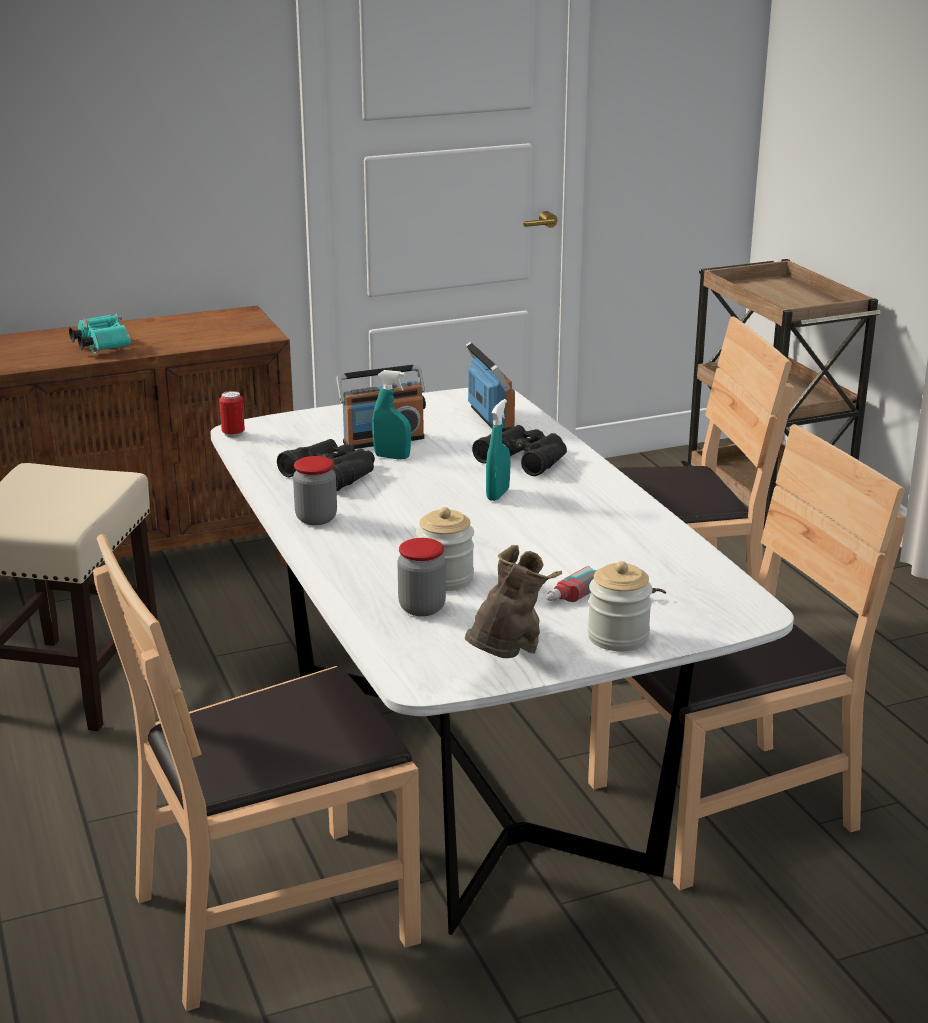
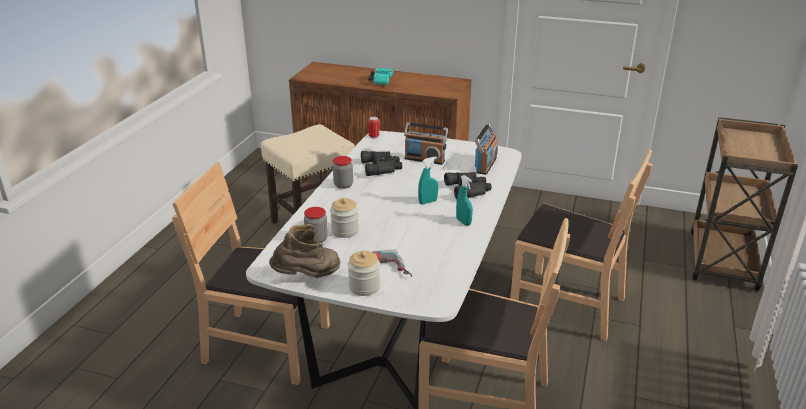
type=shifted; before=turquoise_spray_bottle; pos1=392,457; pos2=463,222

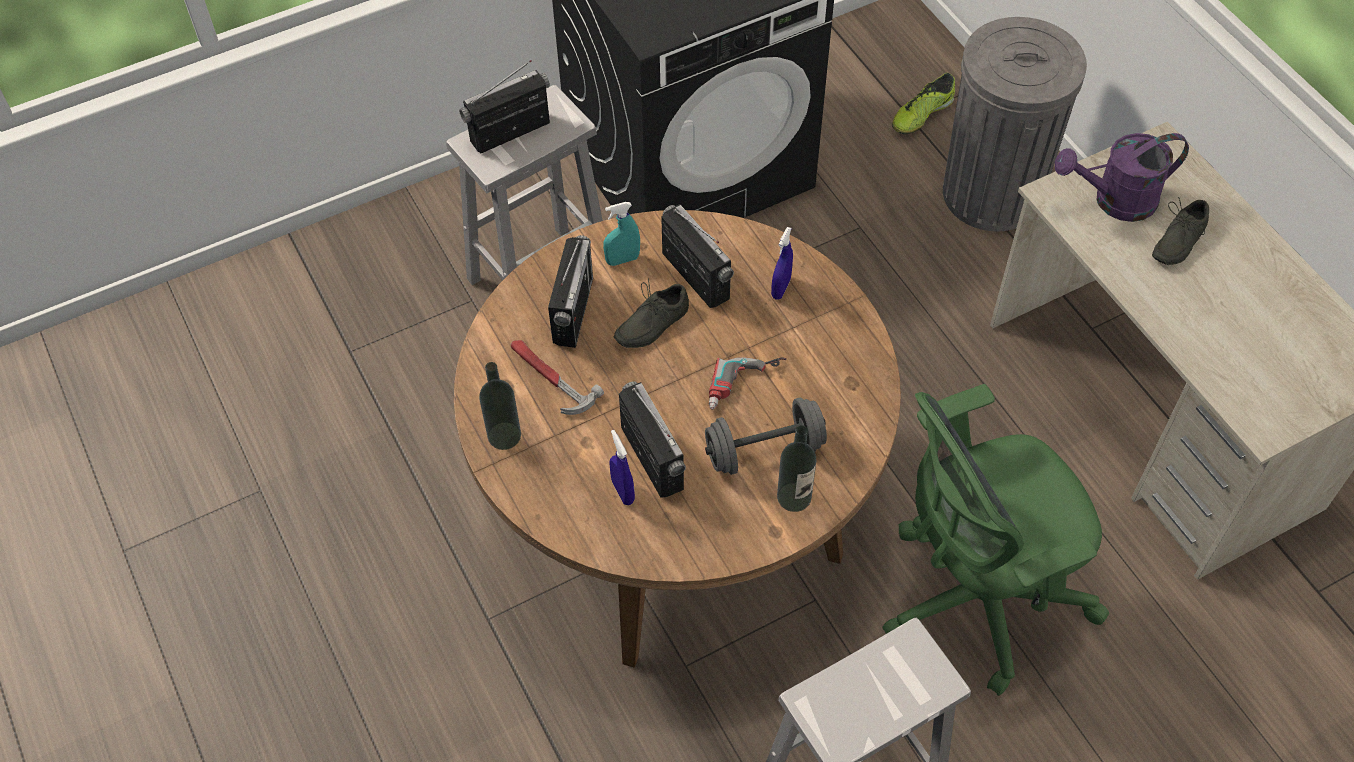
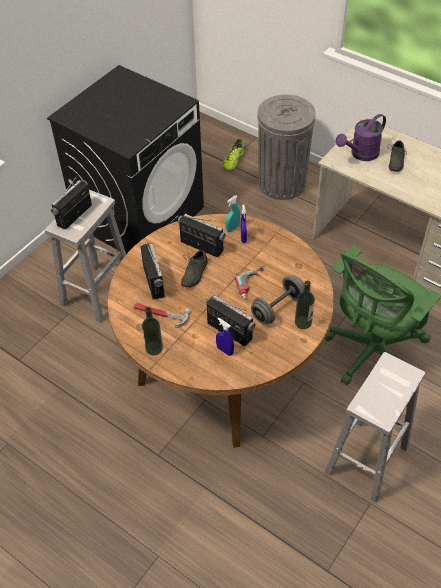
type=shifted; before=turquoise_spray_bottle; pos1=622,260; pos2=232,228

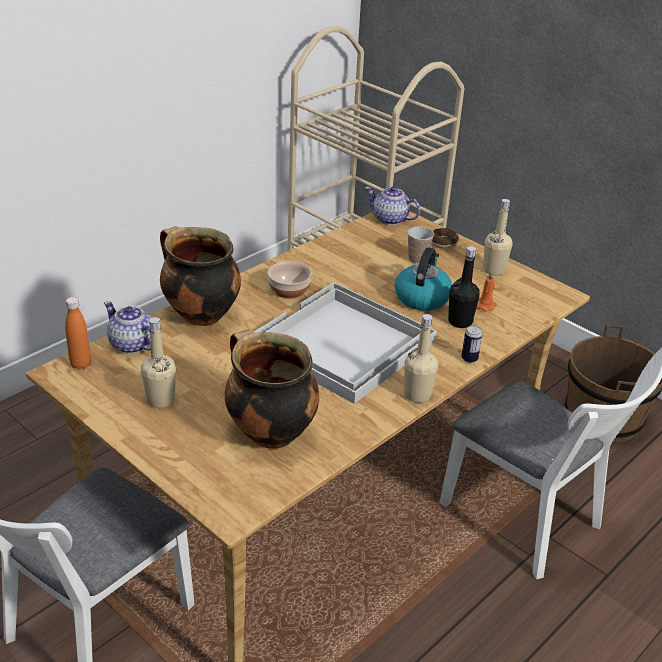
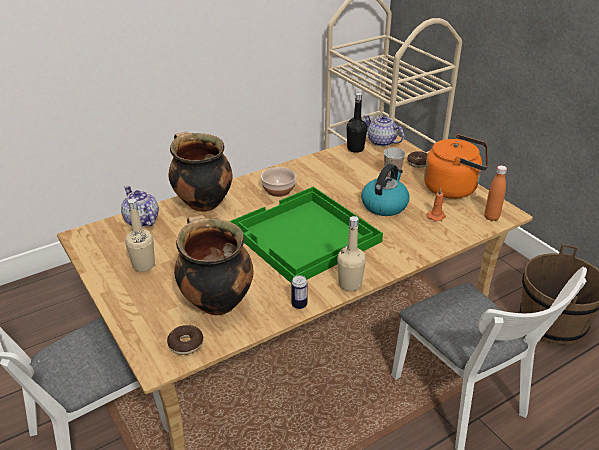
type=new; after=donut; pos2=186,344
type=repainted; before=white_tray; after=green_tray; pos1=343,344; pos2=304,237
type=shifted; before=can; pos1=469,359; pos2=299,305
type=shifted; before=black_bottle; pos1=460,322; pos2=355,149
type=swapped; before=beige_bottle; after=orange_kettle; pos1=493,270; pos2=454,188
type=shifted; before=orange_bottle; pos1=80,364; pos2=491,217

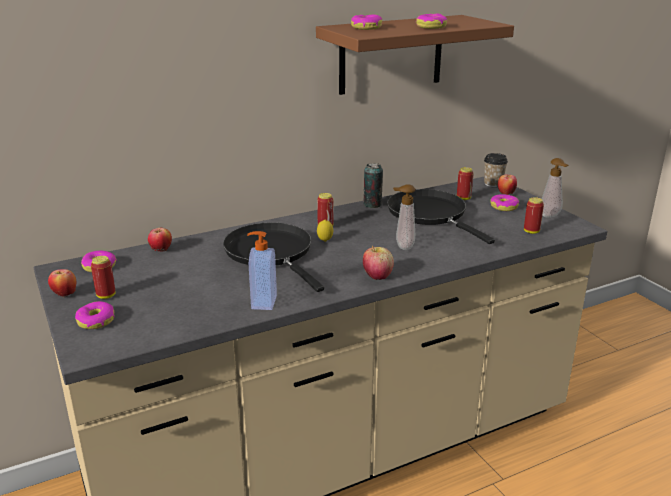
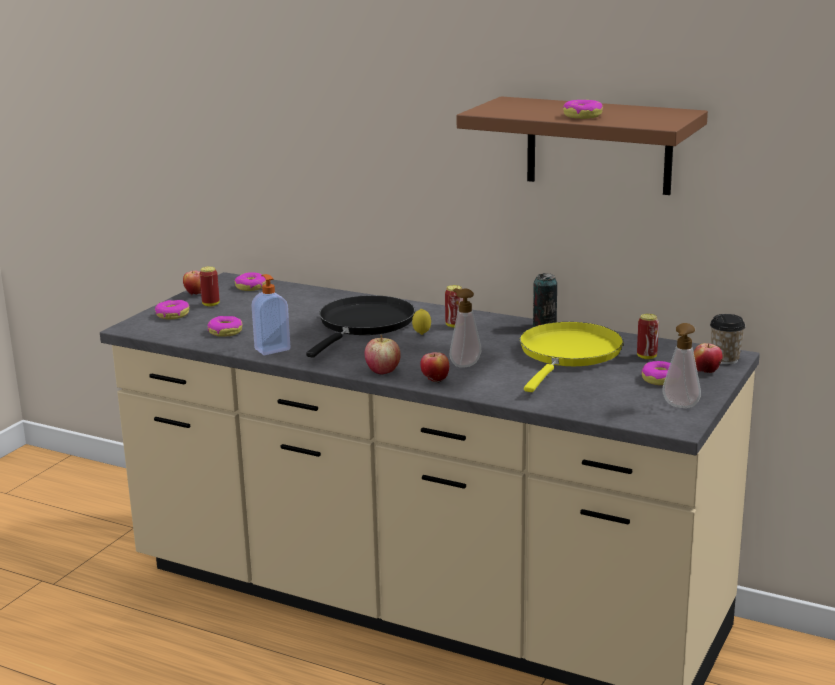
type=shifted; before=donut; pos1=366,27; pos2=225,332
type=shifted; before=apple; pos1=161,251; pos2=435,381
type=repainted; before=black_frying_pan; after=yellow_frying_pan; pos1=430,214; pos2=568,354
type=gone; before=can; pos1=531,231

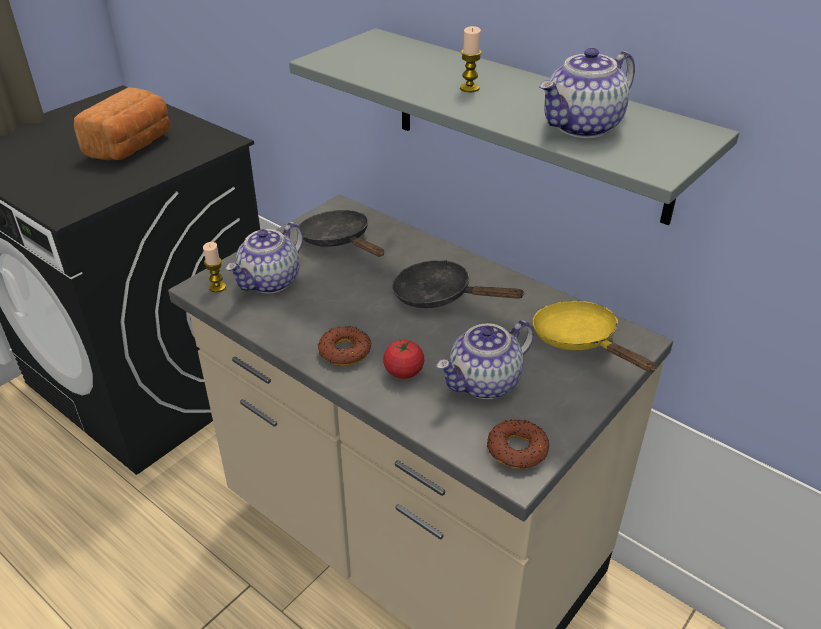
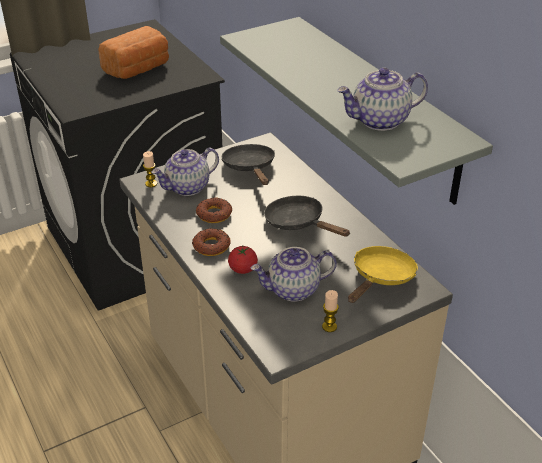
type=shifted; before=donut; pos1=517,449; pos2=214,214
type=shifted; before=candle; pos1=469,88; pos2=329,327
type=rotated; before=yellow_frying_pan; pos1=580,341; pos2=381,278; turn=45

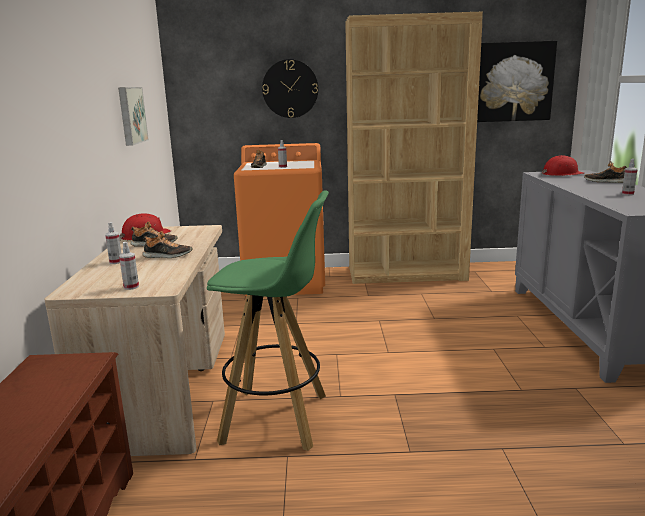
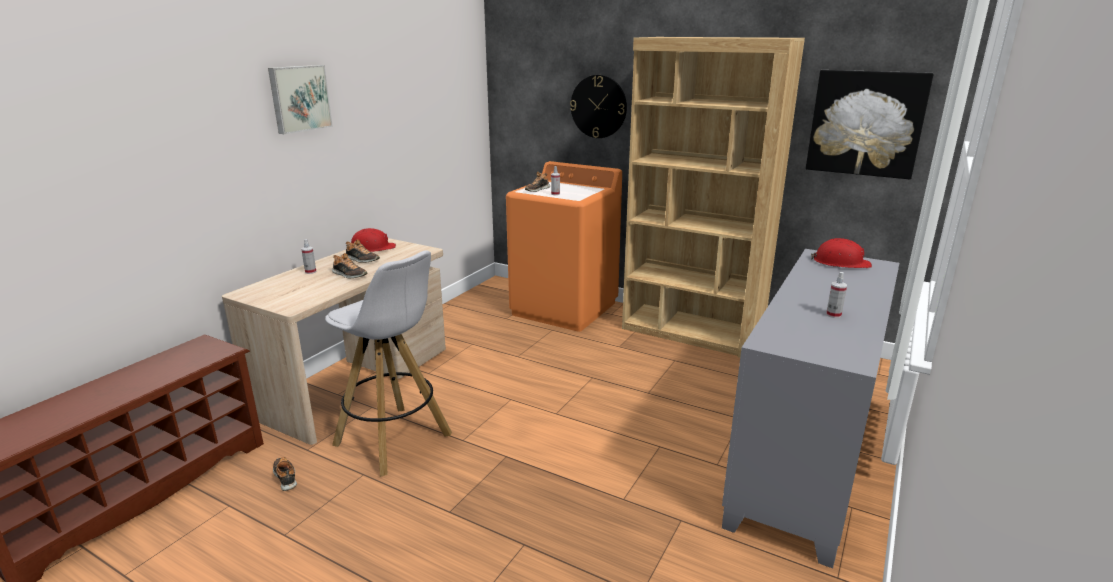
type=shifted; before=picture; pos1=131,115; pos2=299,98
type=shifted; before=shoe; pos1=605,181; pos2=286,477
type=repainted; before=green_stool; after=white_stool; pos1=277,418; pos2=394,440
type=gone; before=spray_bottle; pos1=131,287

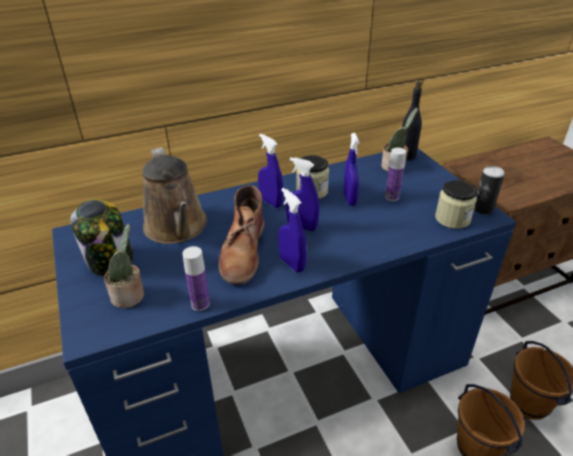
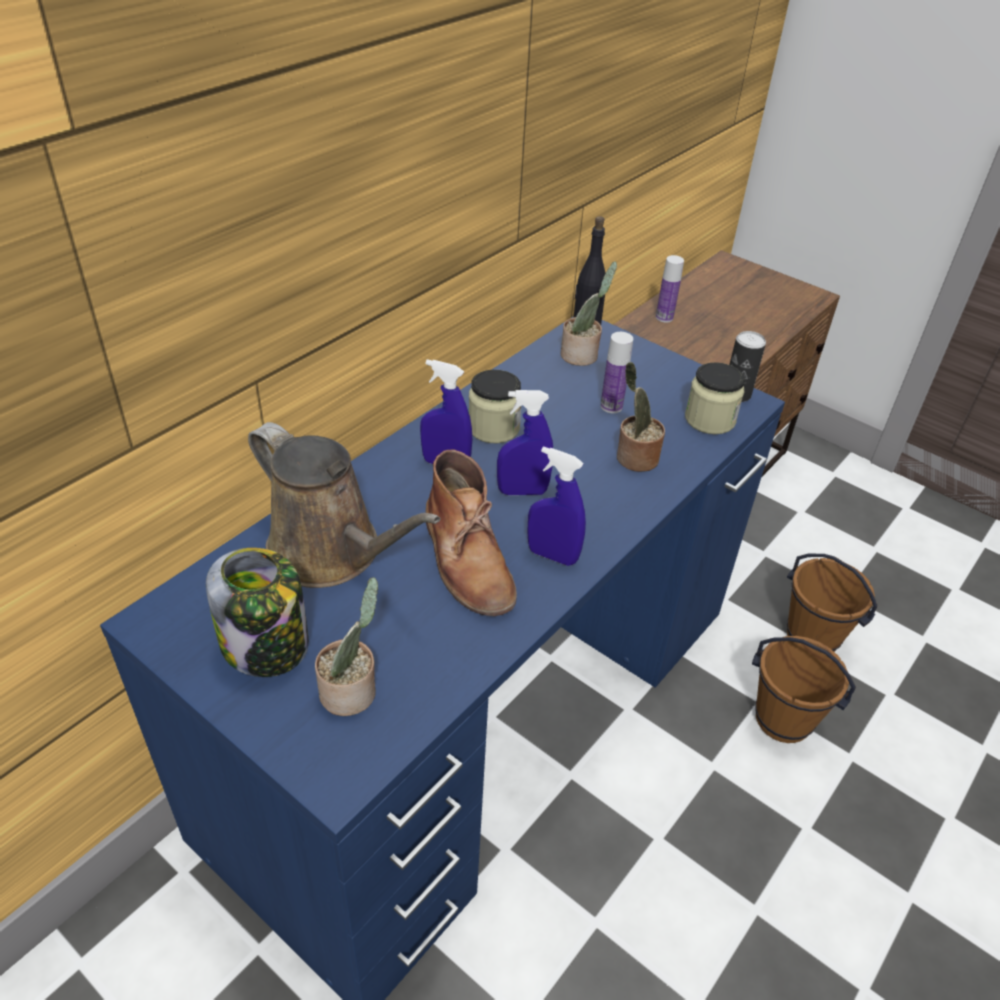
type=new; after=potted_plant; pos2=634,458
type=shifted; before=bottle; pos1=200,304; pos2=664,317
type=gone; before=blue_spray_bottle; pos1=349,199

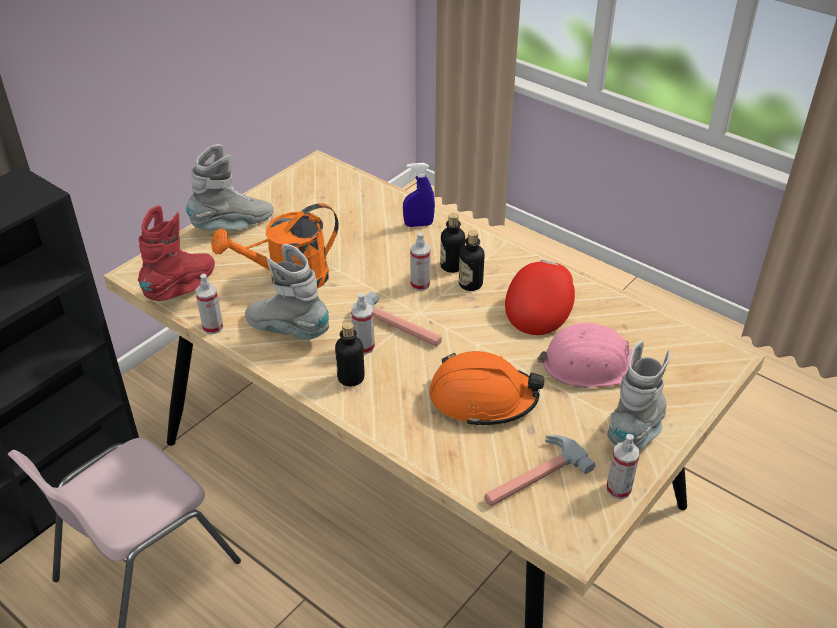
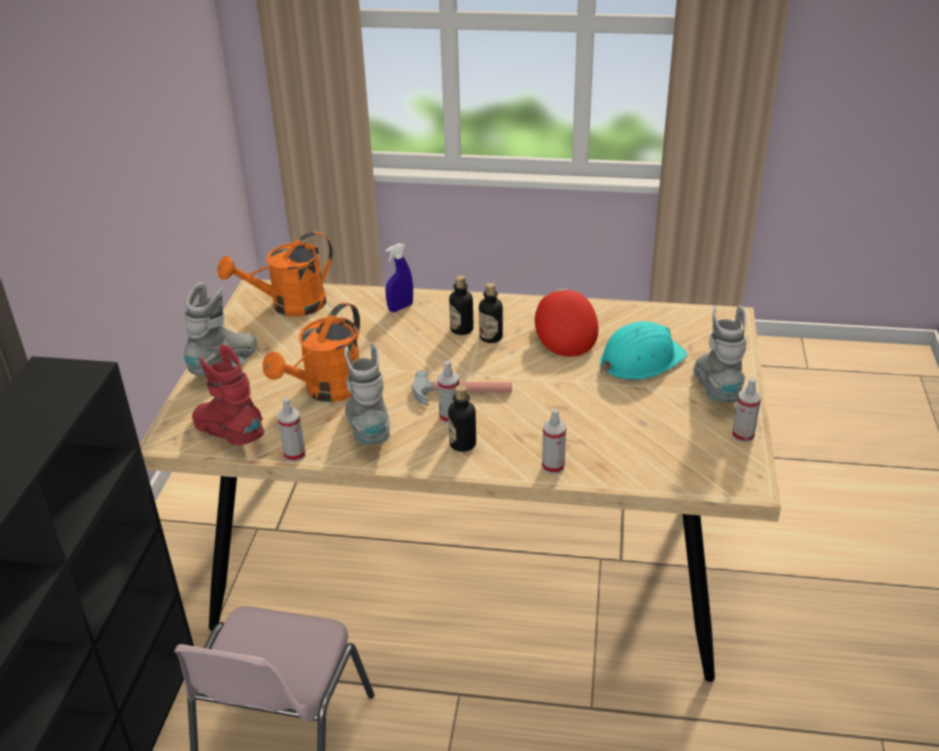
type=rotated; before=red_boot; pos1=183,288; pos2=230,435; turn=-45
type=new; after=orange_watering_can; pos2=289,306
type=rotated; before=grey_boot; pos1=288,330; pos2=369,430; turn=75
type=shifted; before=spray_bottle; pos1=420,284; pos2=553,467
type=repainted; before=pink_hard_hat; after=turquoise_hard_hat; pos1=590,364; pos2=640,360
type=gone; before=orange_hard_hat; pos1=483,398
type=gone; before=hammer; pos1=532,476

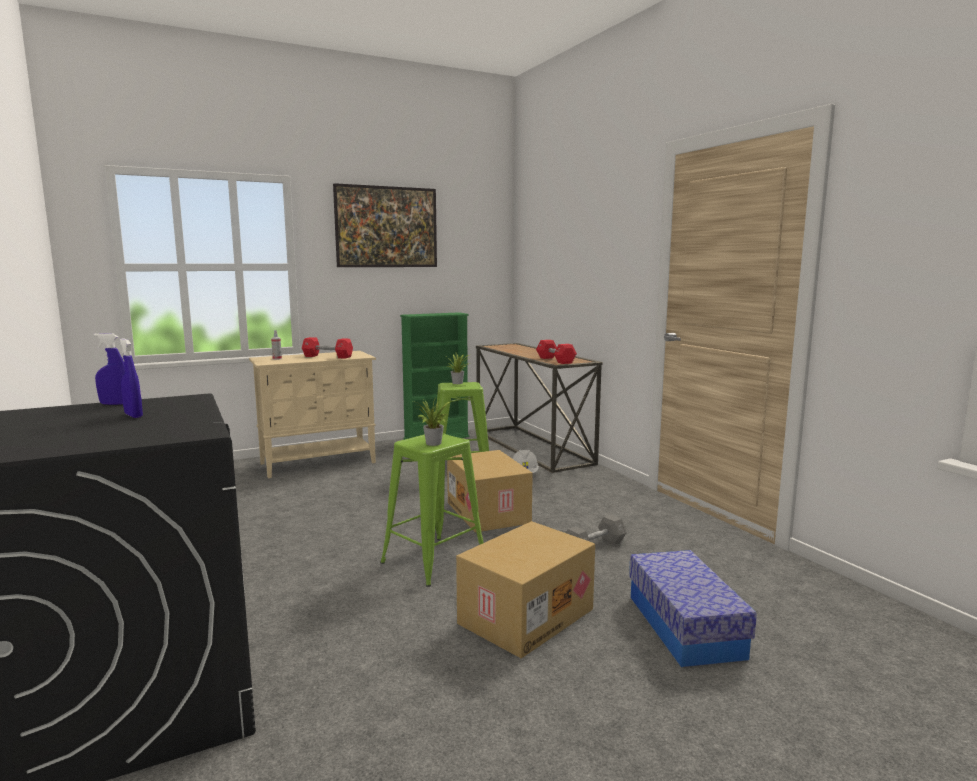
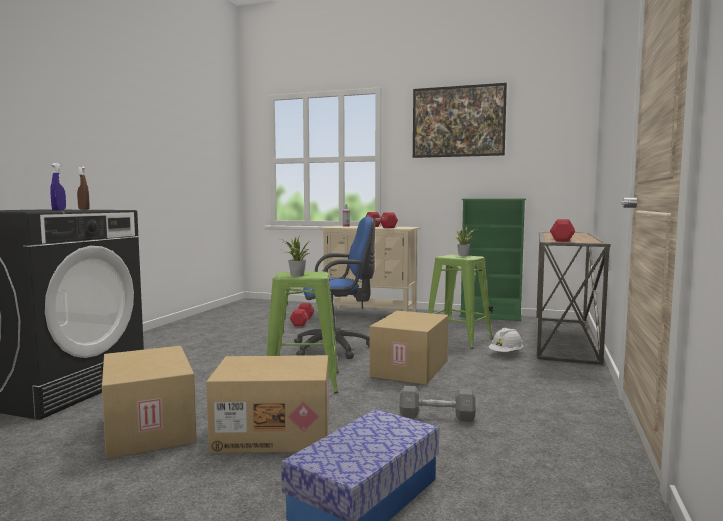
type=repainted; before=blue_spray_bottle; after=brown_spray_bottle; pos1=115,404; pos2=83,209
type=new; after=cardboard_box; pos2=147,428
type=new; after=red_dumbbell; pos2=302,321
type=new; after=blue_office_chair; pos2=336,348

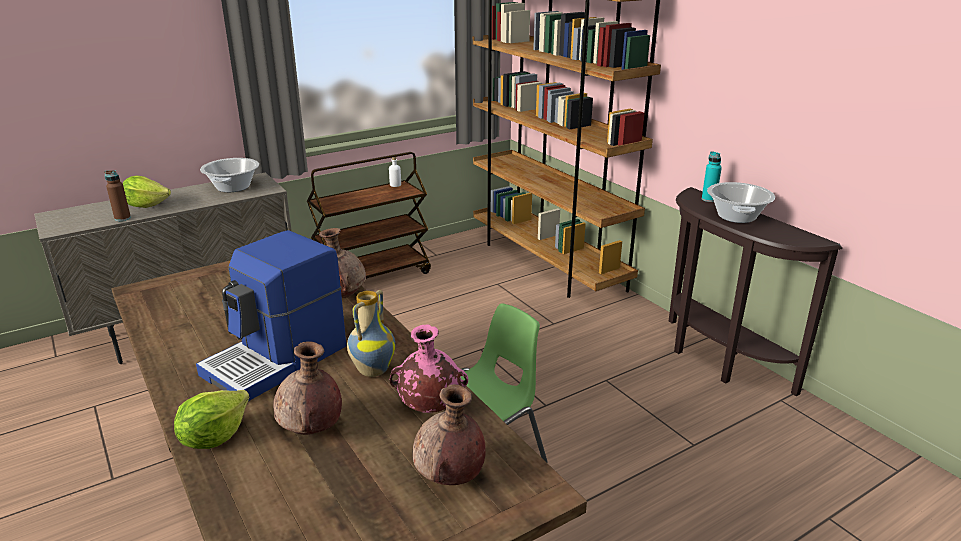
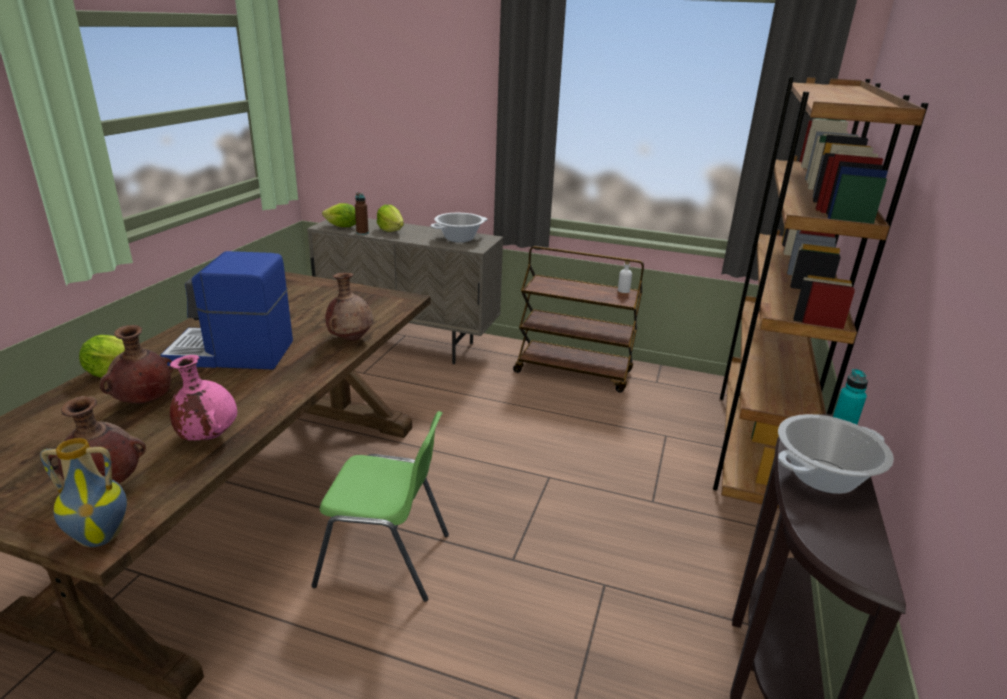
type=shifted; before=vase; pos1=372,370; pos2=101,535
type=new; after=lettuce; pos2=342,227

